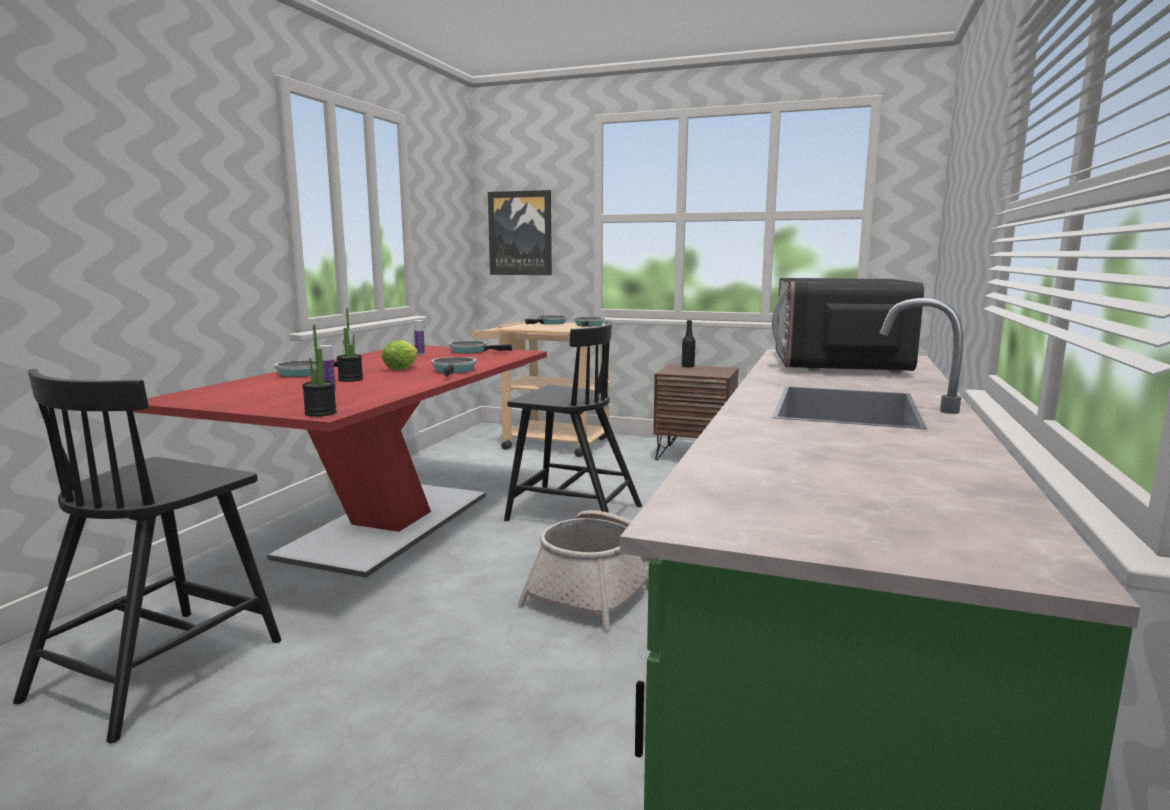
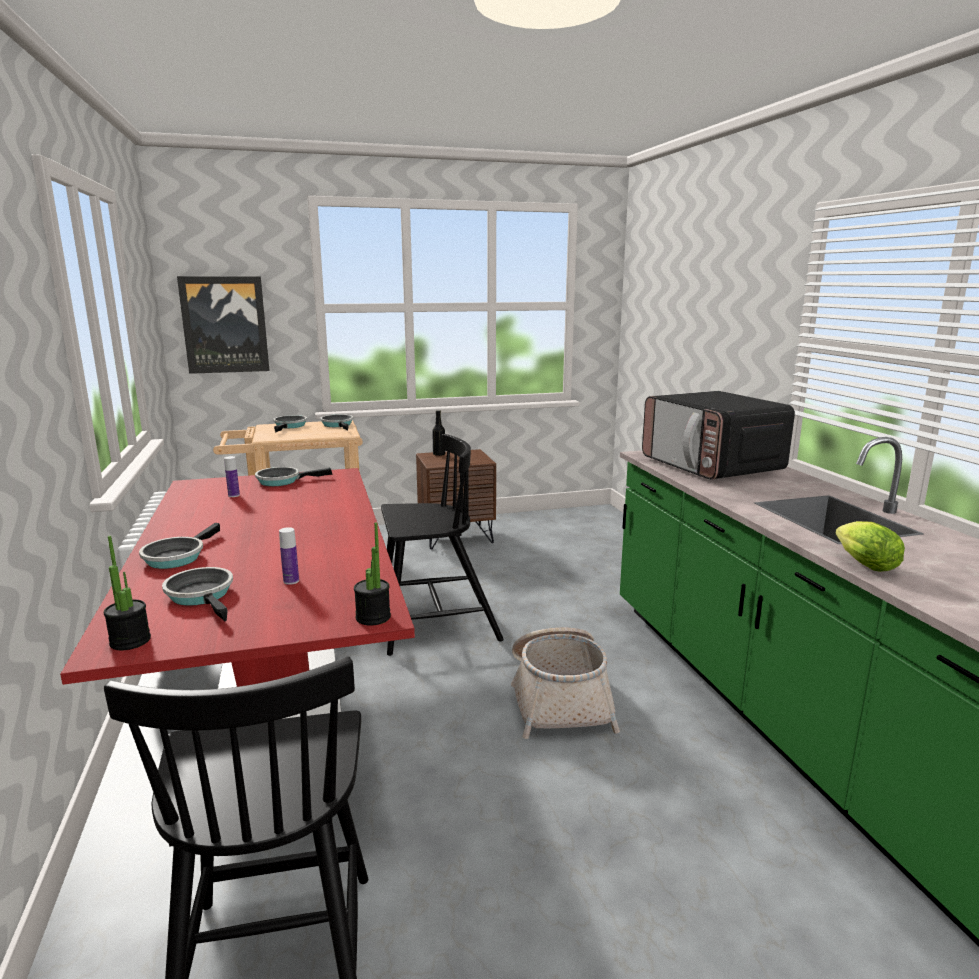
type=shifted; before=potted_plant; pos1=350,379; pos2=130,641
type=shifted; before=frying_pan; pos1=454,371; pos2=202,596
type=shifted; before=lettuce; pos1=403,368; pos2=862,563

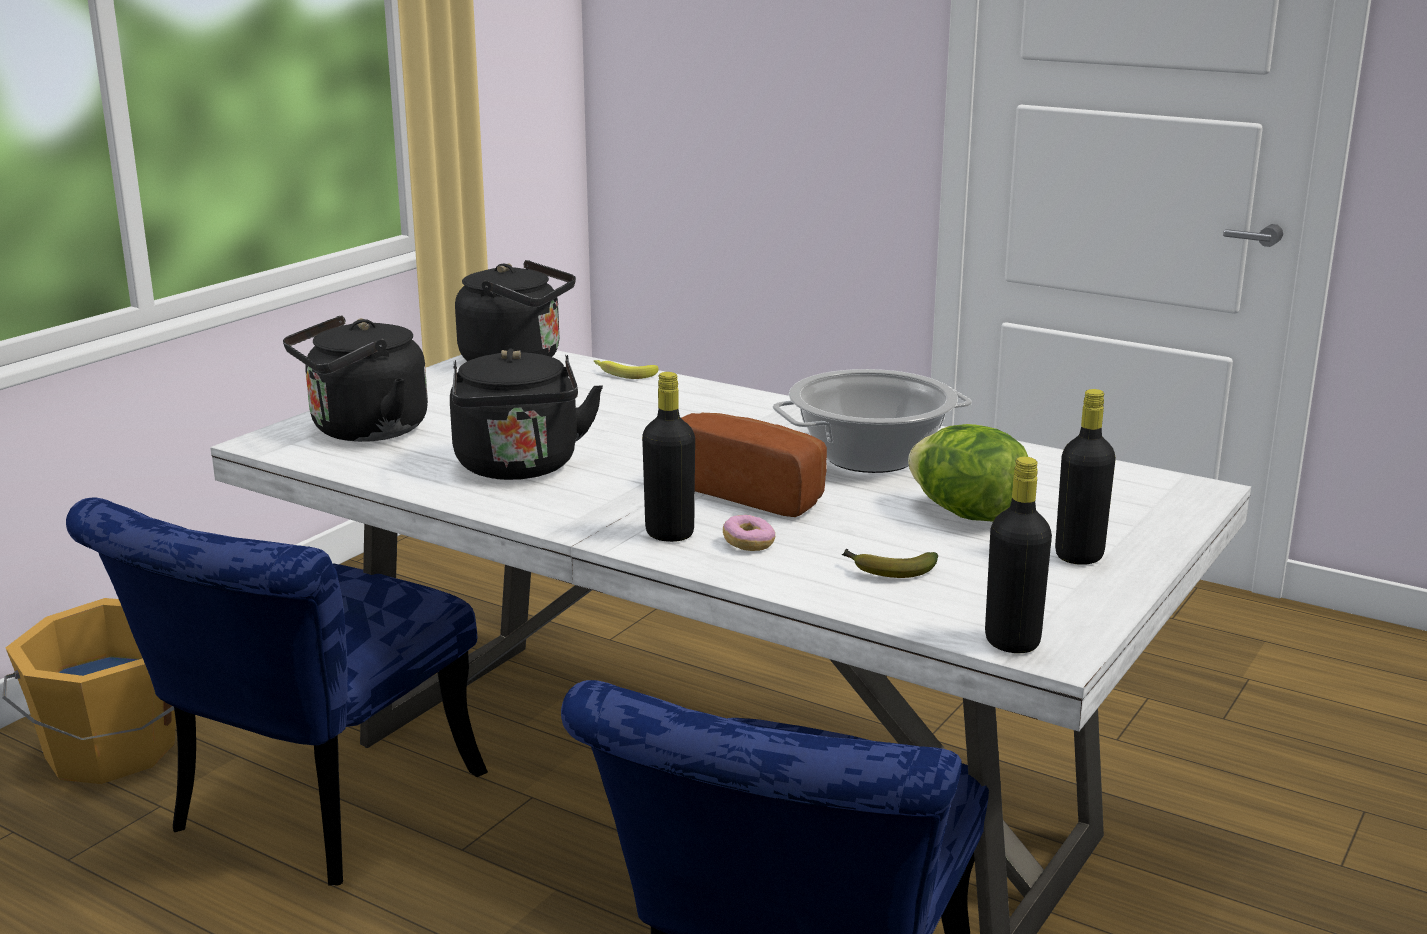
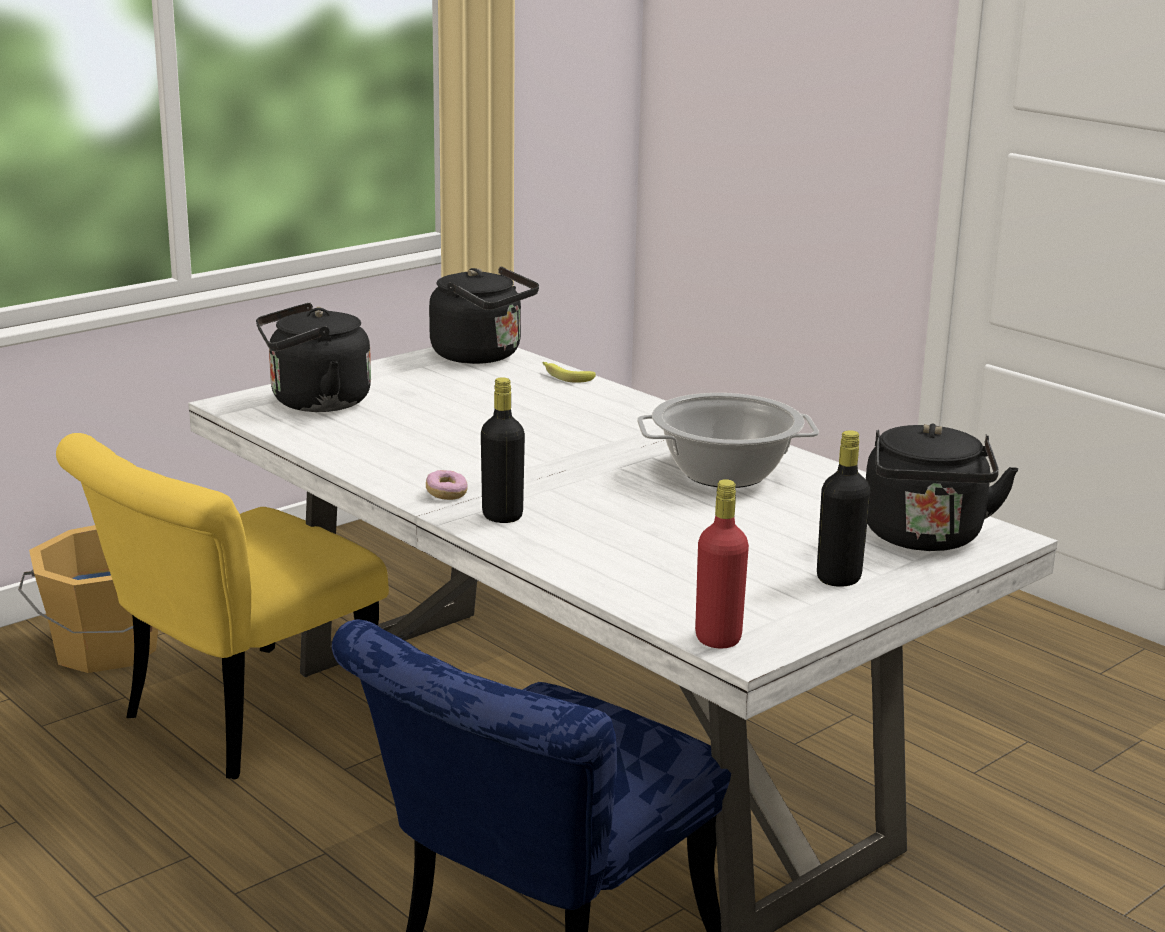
type=repainted; before=blue_chair; after=yellow_chair; pos1=307,813; pos2=235,721
type=shifted; before=donut; pos1=748,544; pos2=446,494
type=repainted; before=black_bottle; after=red_bottle; pos1=1012,642; pos2=718,638
type=shifted; before=black_kettle; pos1=519,468; pos2=924,539
type=gone; before=bread; pos1=751,491
type=gone; before=banana; pos1=887,571
type=gone; before=lettuce; pos1=967,514

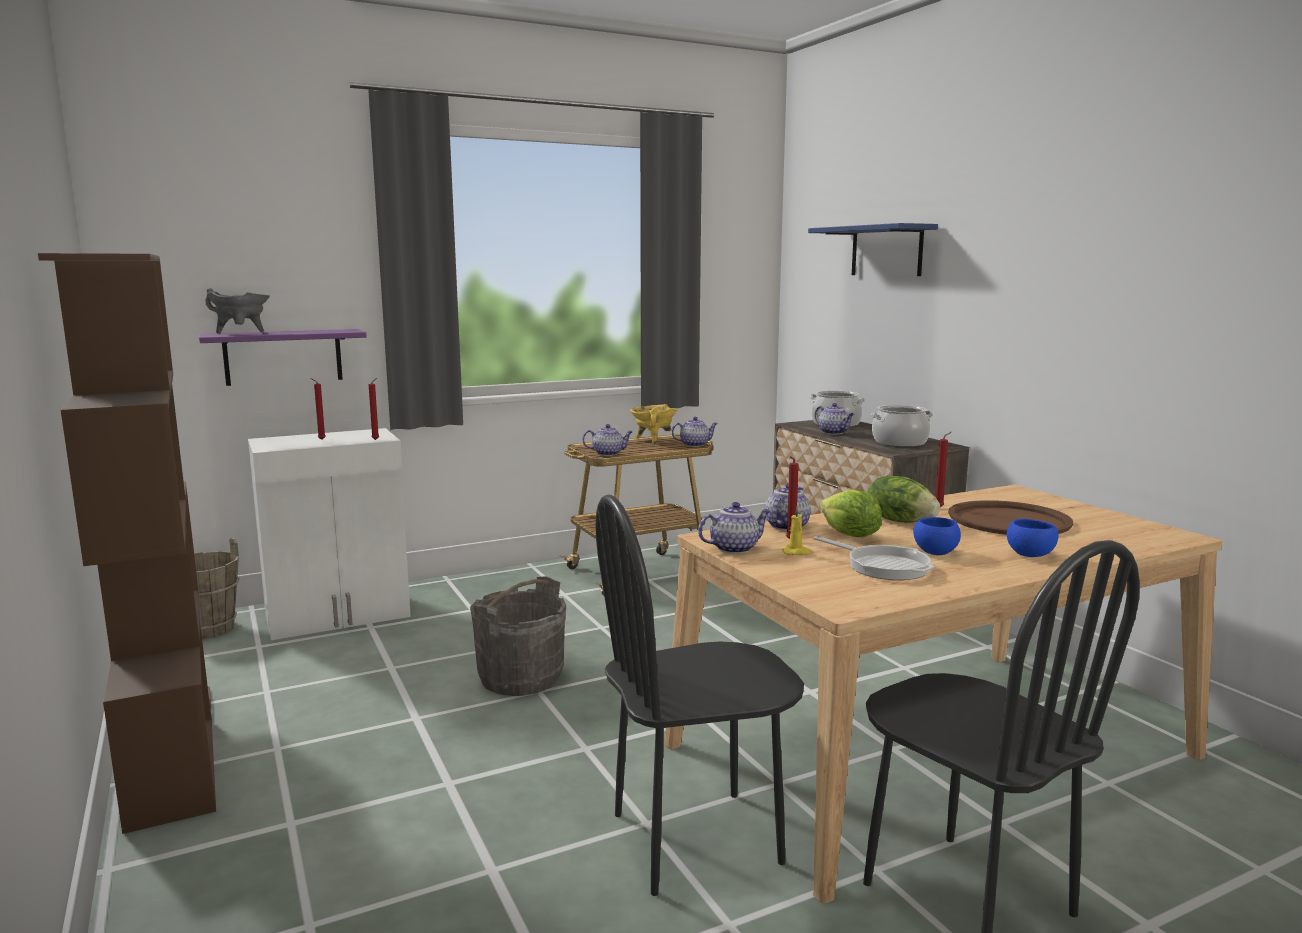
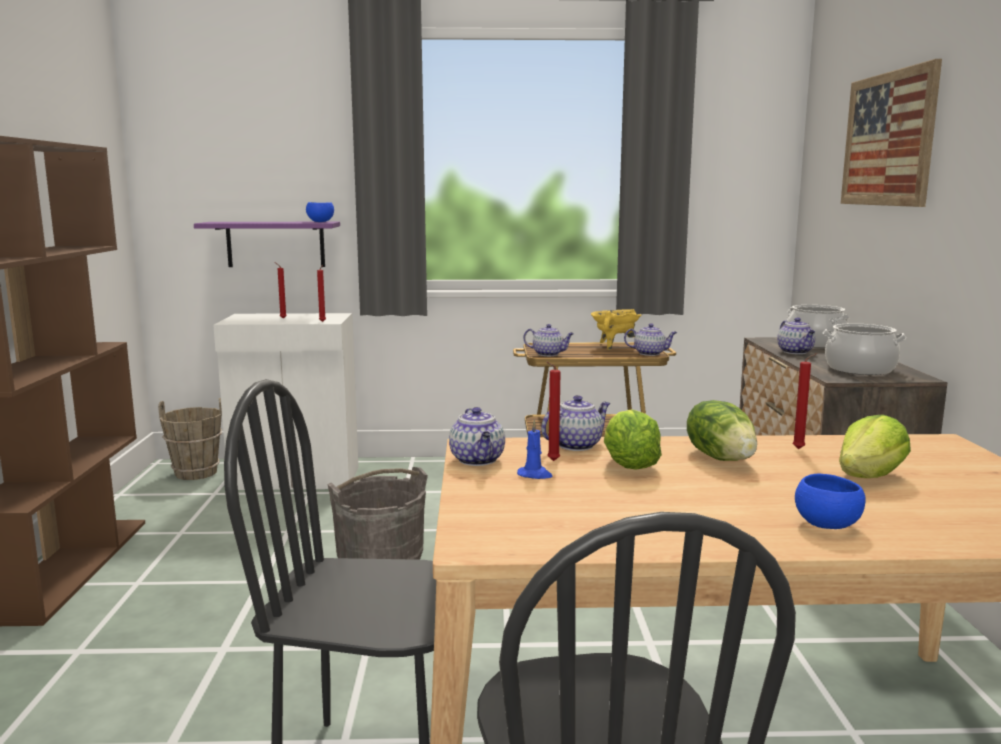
type=shifted; before=blue_bowl; pos1=935,552; pos2=320,222
type=rotated; before=teapot; pos1=734,548; pos2=478,460; turn=75
type=repainted; before=yellow_candle; after=blue_candle; pos1=796,552; pos2=535,475
type=swapped; before=brown_tray; after=lettuce; pos1=1008,520; pos2=869,477
type=swapped; before=blue_shelf; after=picture; pos1=886,251; pos2=888,139
type=gone; before=grey_cooking_pot; pos1=241,333
type=gone; before=frying_pan; pos1=883,566

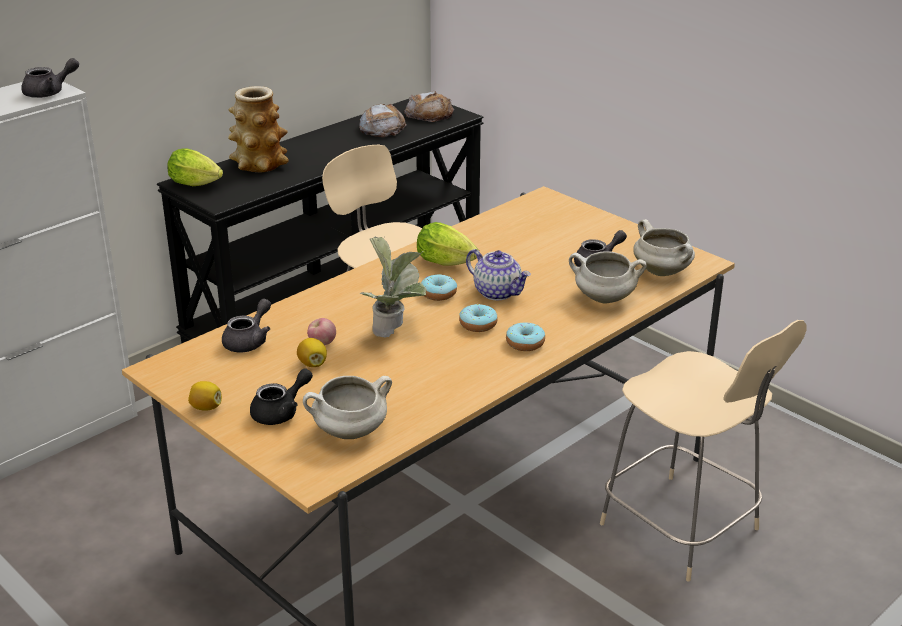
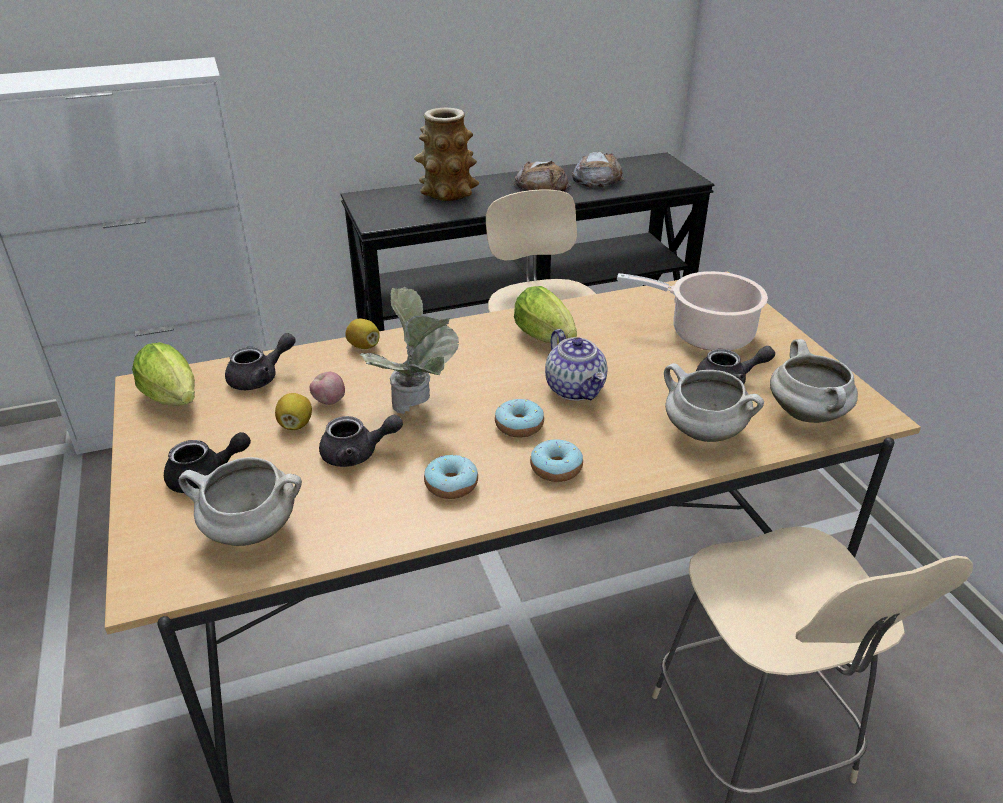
type=shifted; before=lettuce; pos1=198,185; pos2=175,400
type=shifted; before=grey_teapot; pos1=50,92; pos2=357,454
type=shifted; before=lemon; pos1=206,407; pos2=364,346
type=shifted; before=donut; pos1=438,294; pos2=451,485
type=shifted; before=bread; pos1=429,114; pos2=542,186
type=new; after=cooking_pot; pos2=705,334

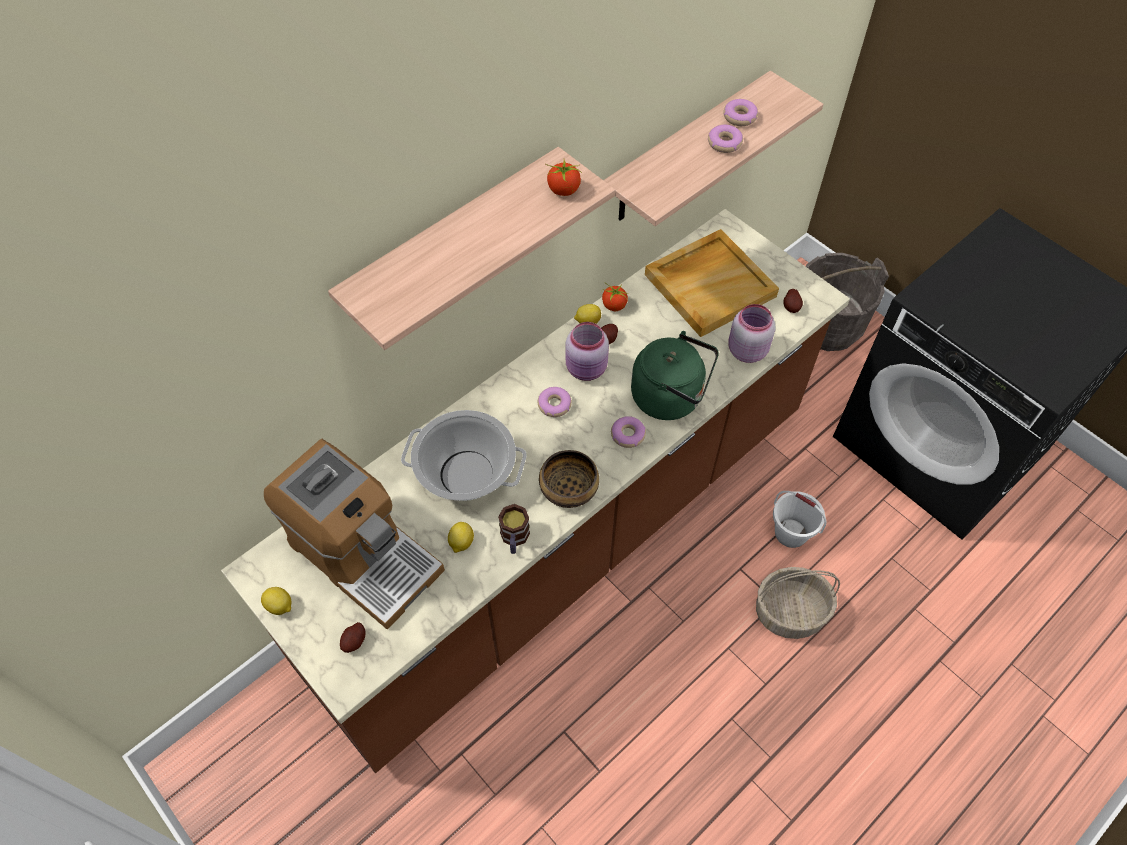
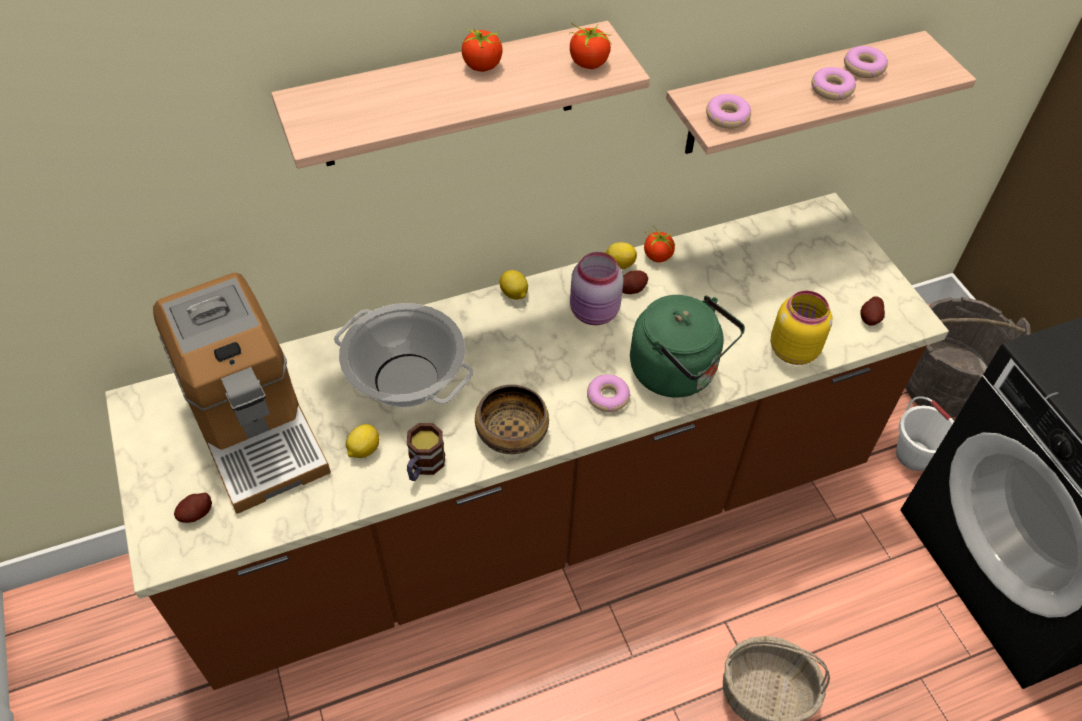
type=new; after=tomato; pos2=483,66
type=shifted; before=lemon; pos1=280,606; pos2=514,294
type=shifted; before=donut; pos1=554,405; pos2=727,117
type=repainted; before=pink_jar; after=yellow_jar; pos1=746,350; pos2=792,349
type=shifted; before=white_bucket; pos1=790,533; pos2=914,455
type=gone; before=beige_tray; pos1=710,284

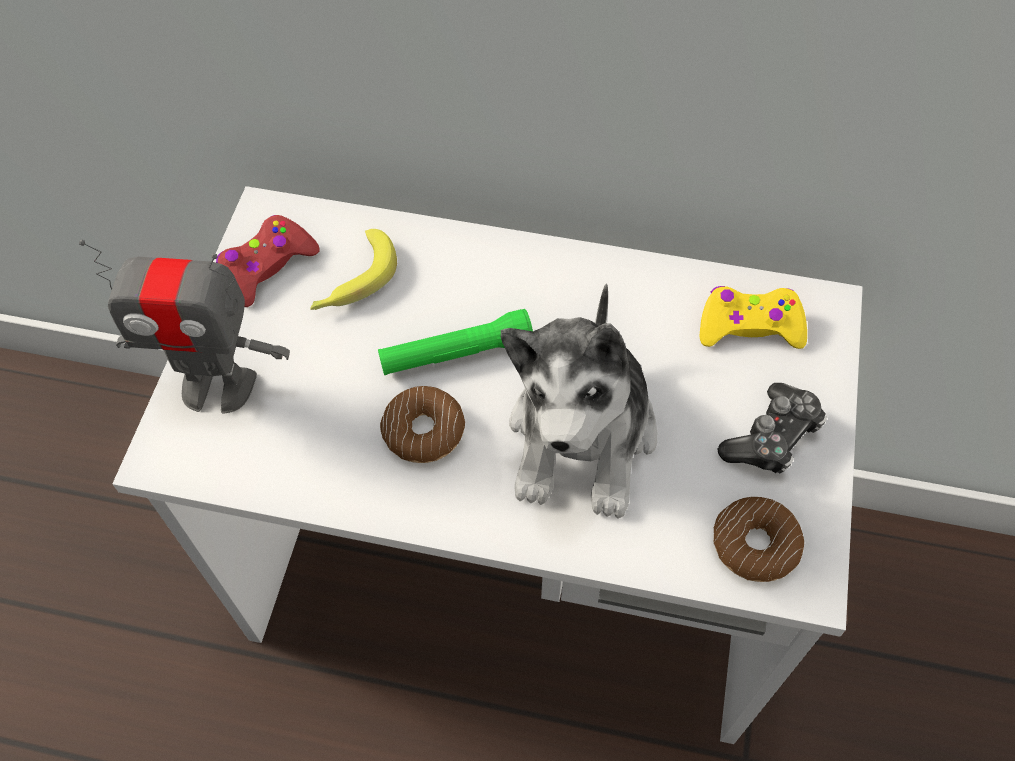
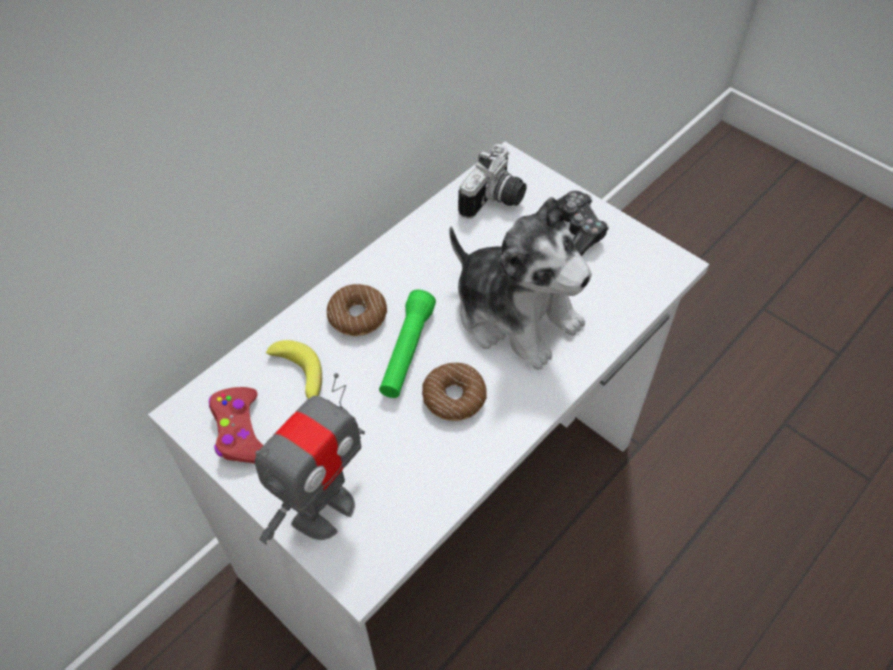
type=shifted; before=donut; pos1=755,544; pos2=357,316
type=swapped; before=yellow_game_controller; after=photo_camera; pos1=749,326; pos2=495,200

